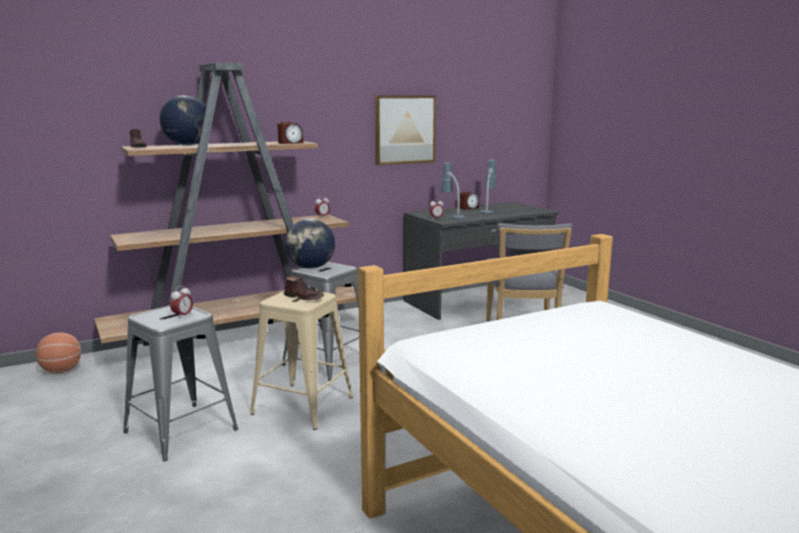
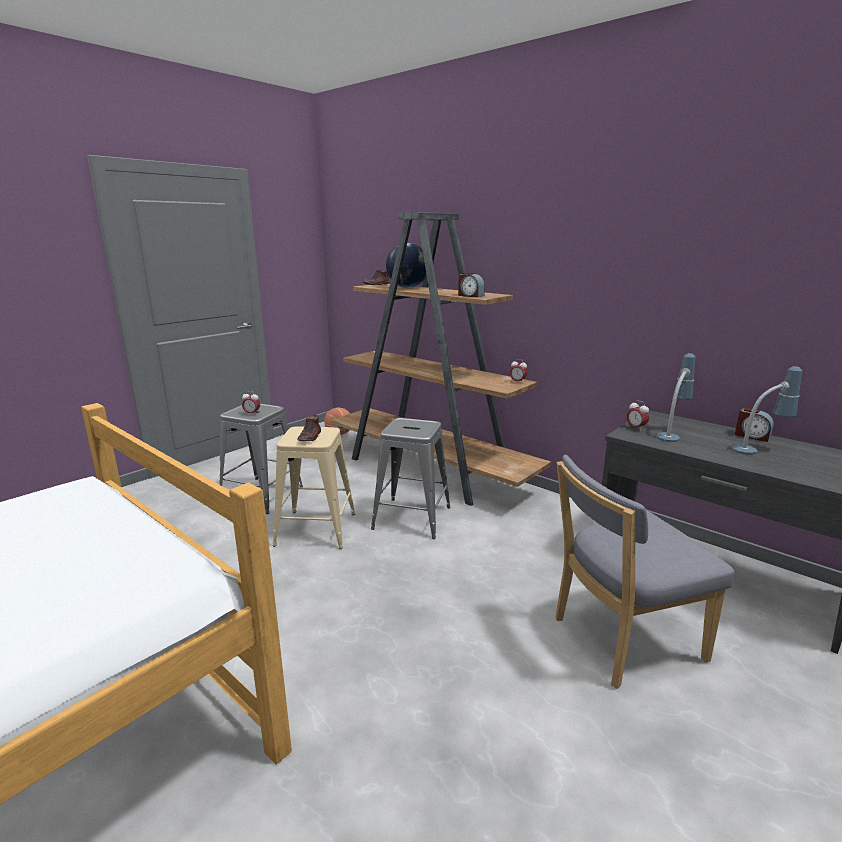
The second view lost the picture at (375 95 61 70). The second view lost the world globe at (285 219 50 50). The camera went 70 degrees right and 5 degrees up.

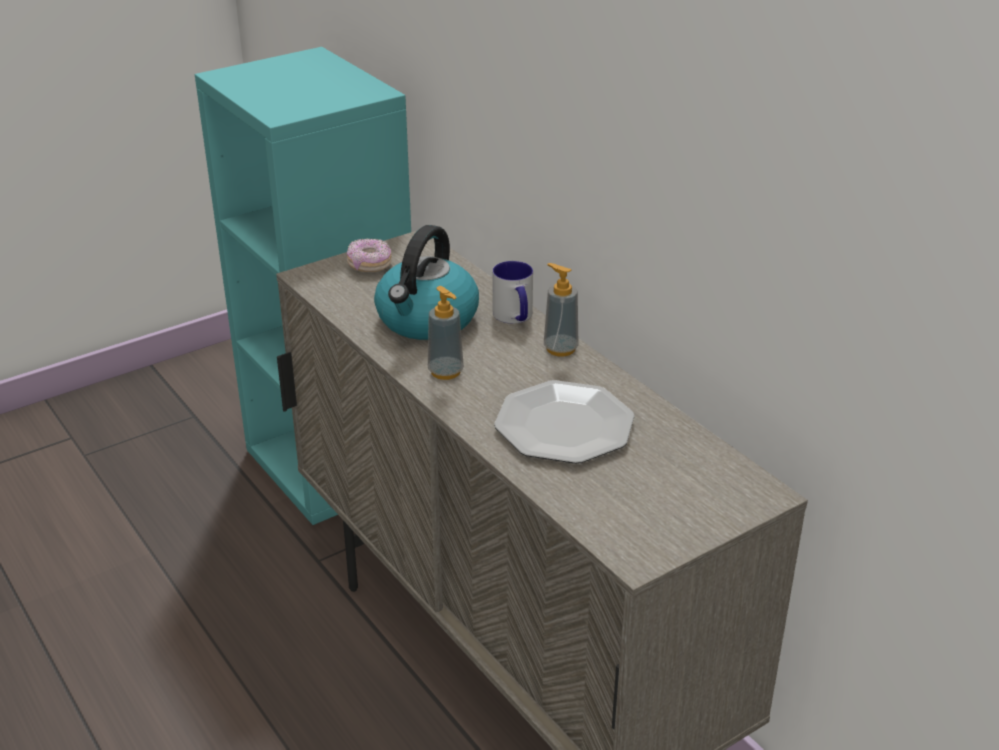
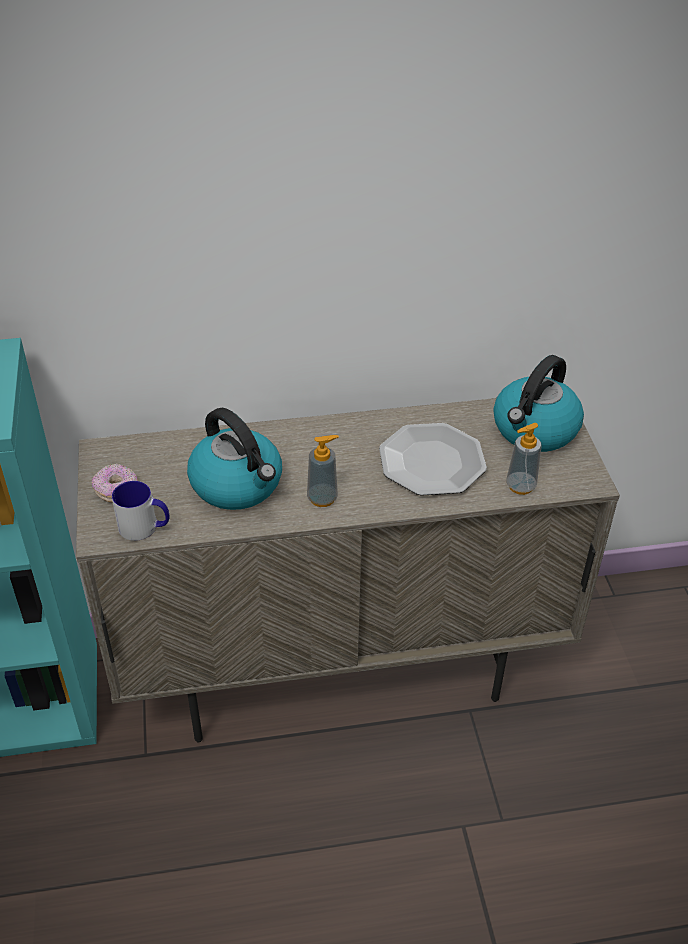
The coffee mug ended up elsewhere, having gone from (492 261 41 63) to (112 481 58 60). The soap dispenser ended up elsewhere, having gone from (544 263 35 94) to (507 423 35 72). The second view gained the water kettle at (493 355 91 97). The camera went 65 degrees left and 10 degrees up.

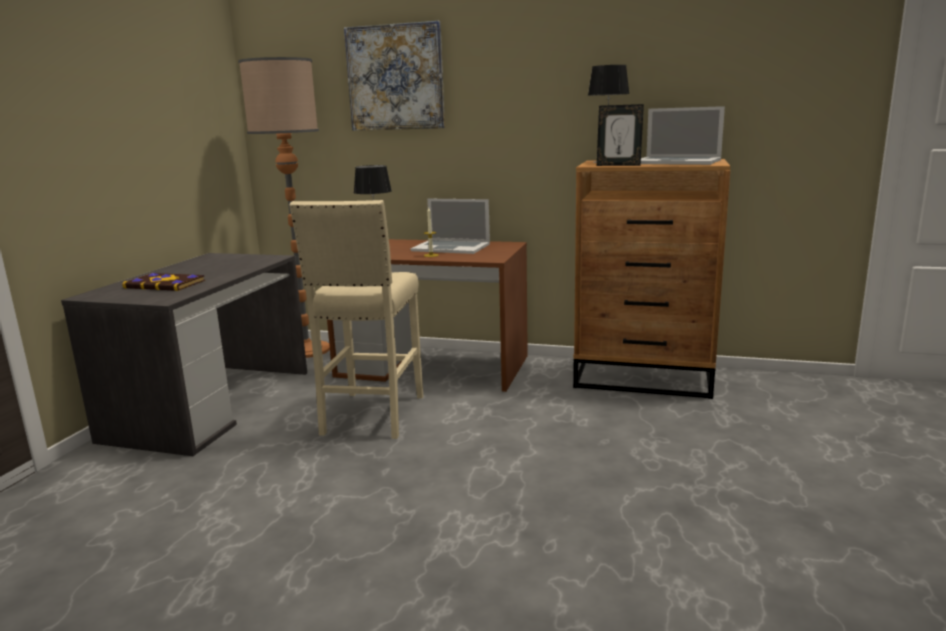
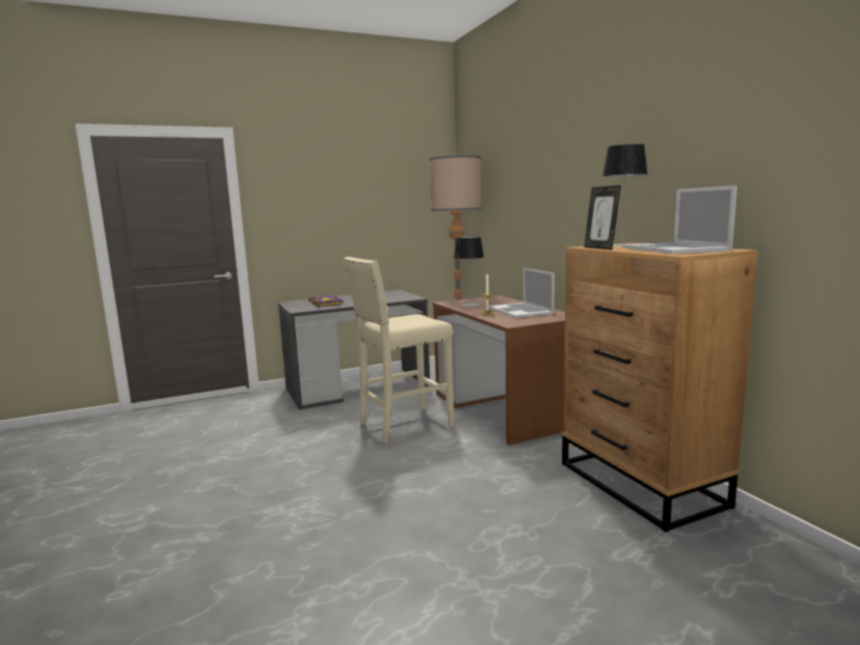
The second view lost the picture at (344 21 101 110). The camera went 50 degrees right and 5 degrees down.

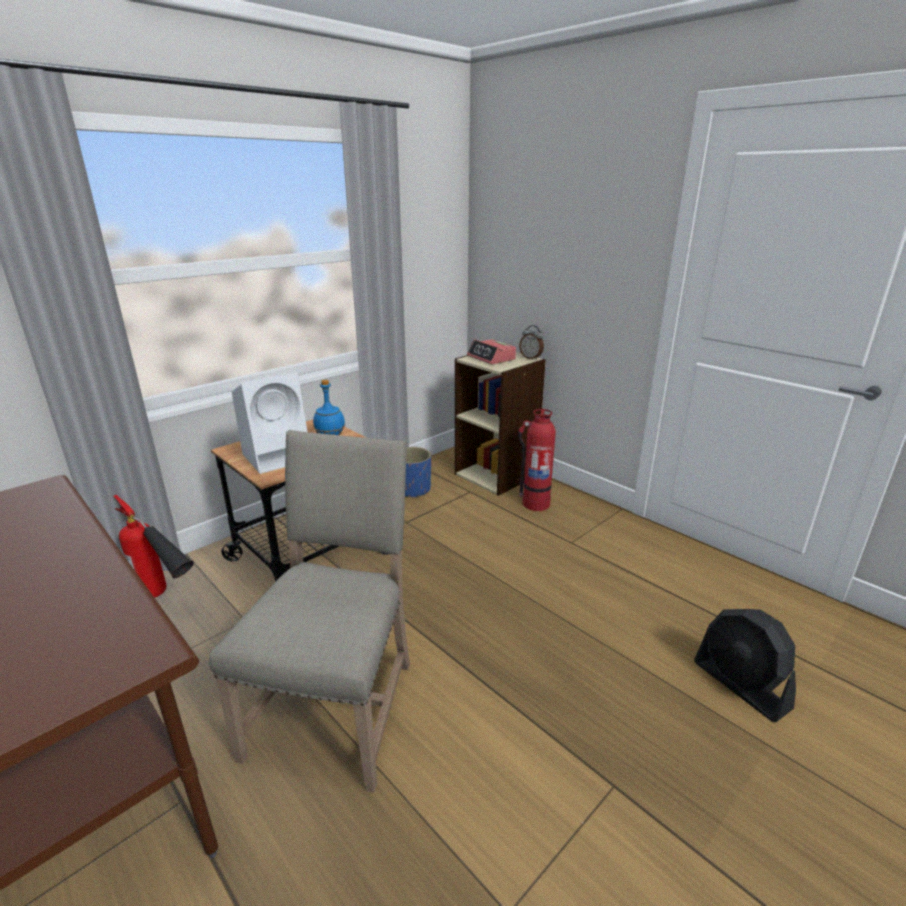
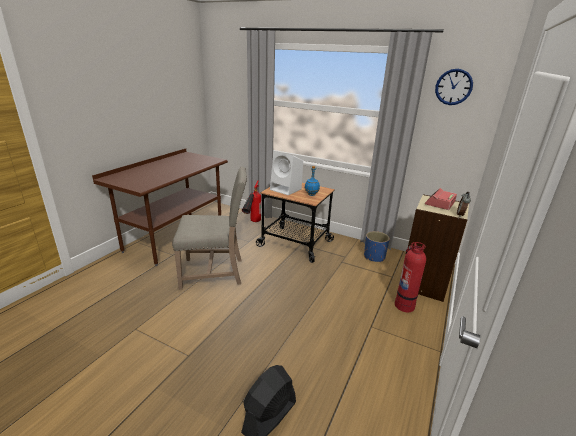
The second view gained the clock on the wall at (435 69 38 36). The camera went 70 degrees right and 0 degrees up.

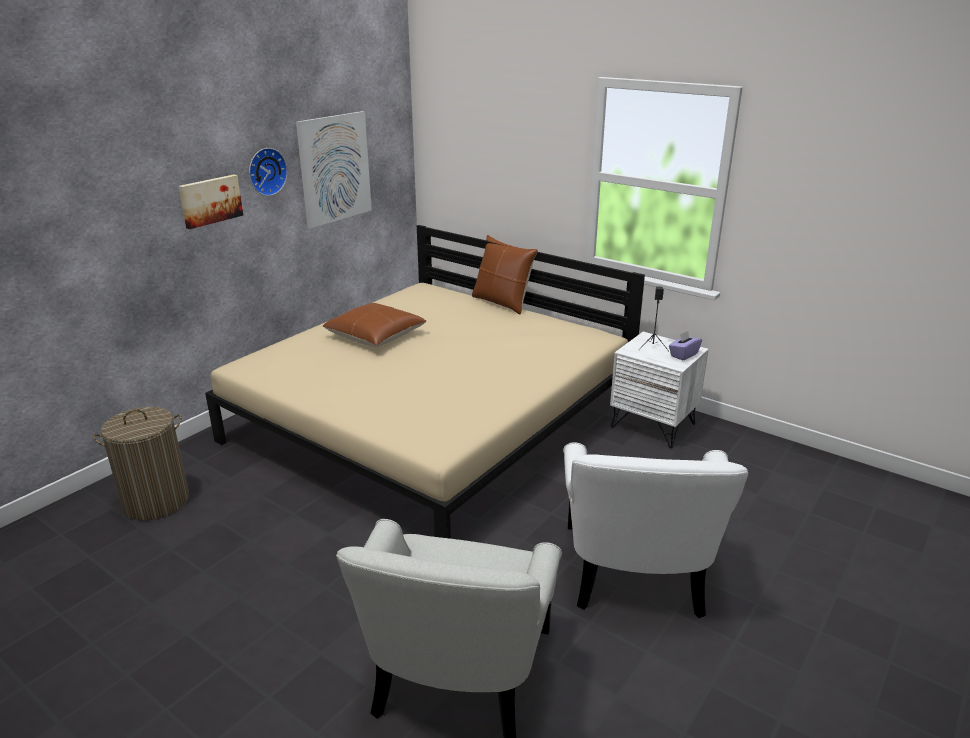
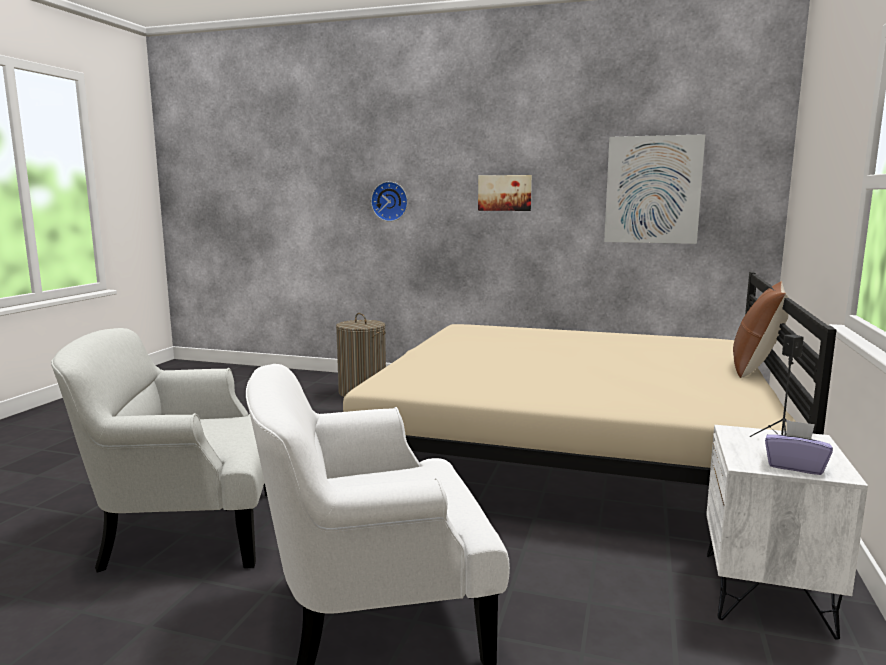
The clock on the wall ended up elsewhere, having gone from (249 148 39 48) to (371 181 37 41). The second view lost the brown pillow at (323 303 103 44). The camera went 70 degrees right and 15 degrees down.

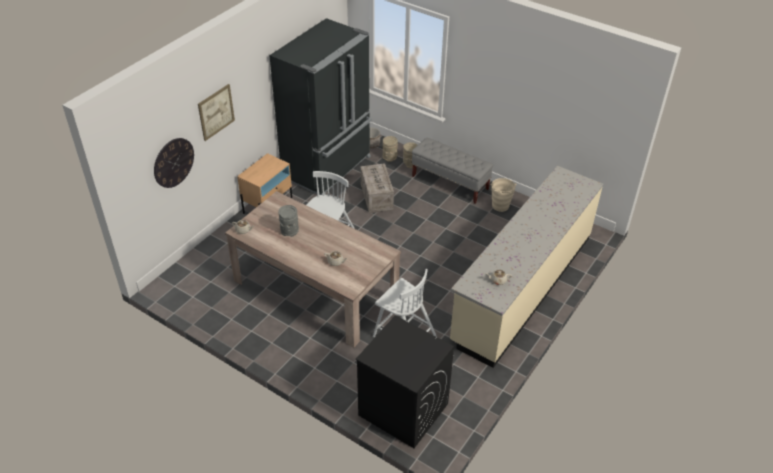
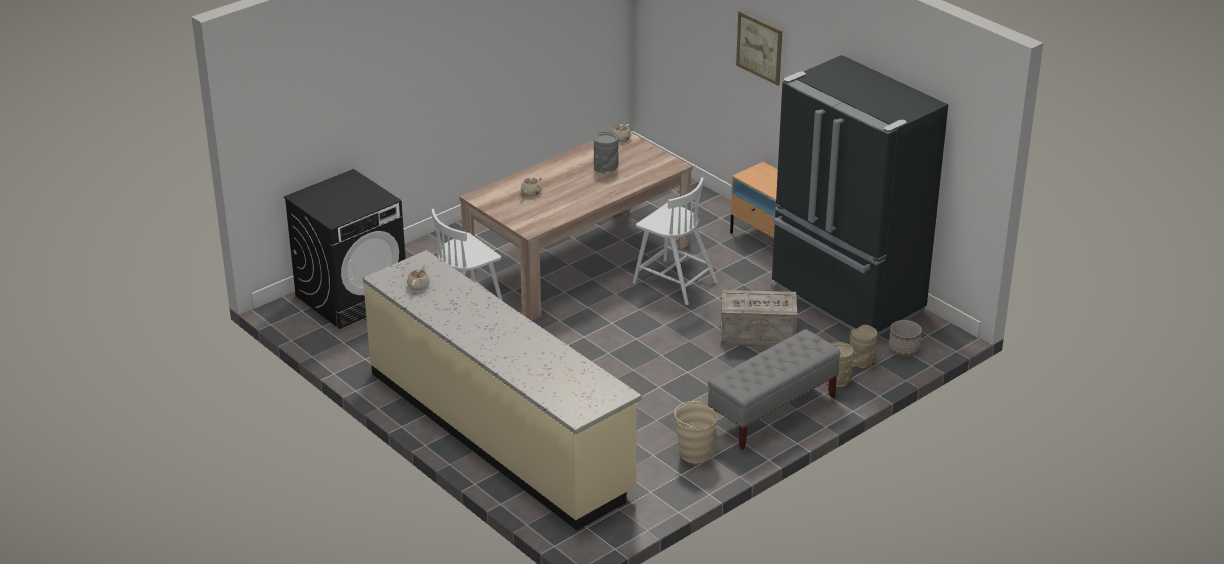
The second view lost the clock on the wall at (154 138 40 50). The camera went 105 degrees right and 10 degrees down.

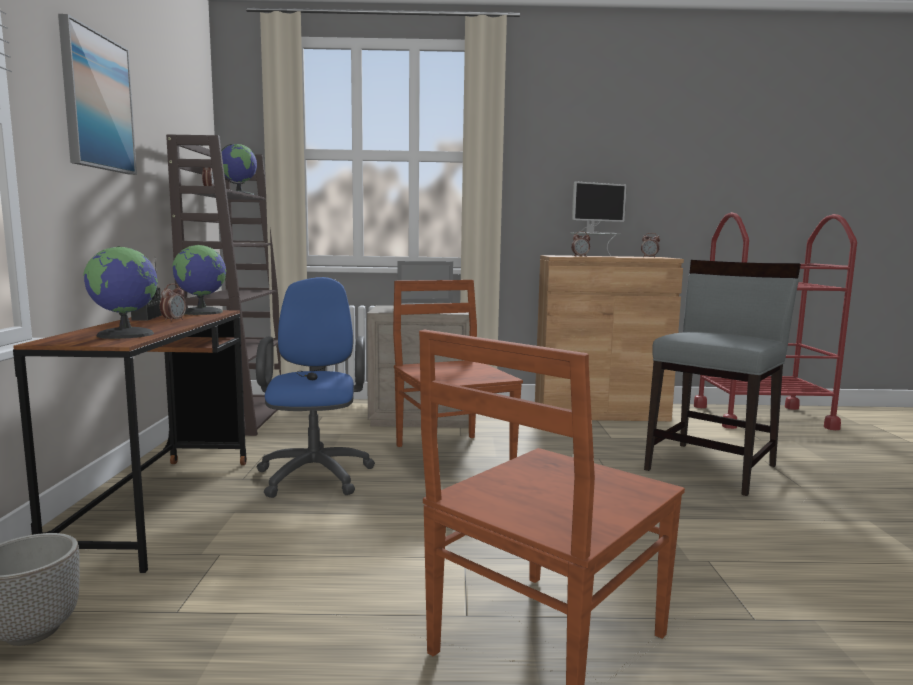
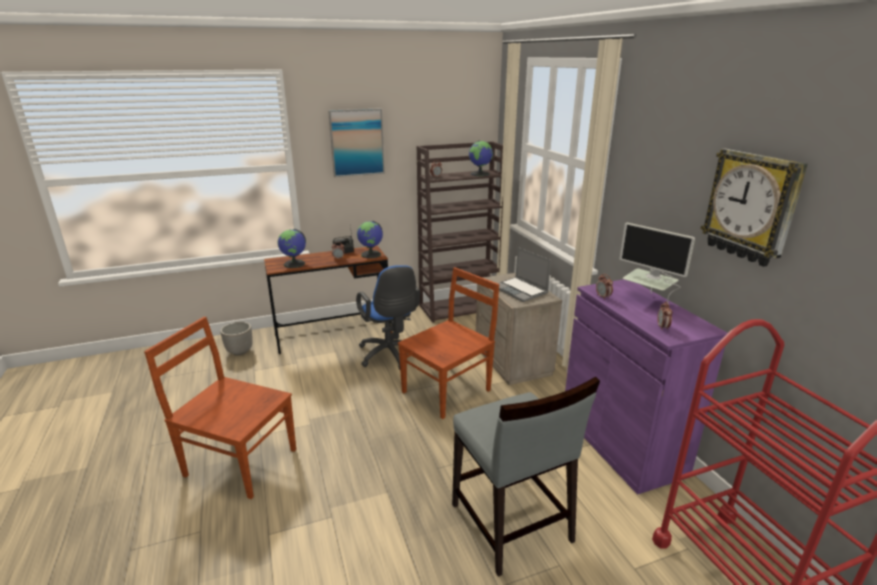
What was the brown cupboard at (535 255 149 166) turned into the purplish cupboard at (565 279 163 216). The gray chair at (644 260 157 236) ended up facing another way, 45 degrees clockwise from before. The blue computer chair at (256 277 119 221) ended up facing another way, 90 degrees clockwise from before. The second view gained the clock on the wall at (701 149 107 118). The camera went 70 degrees right and 15 degrees up.

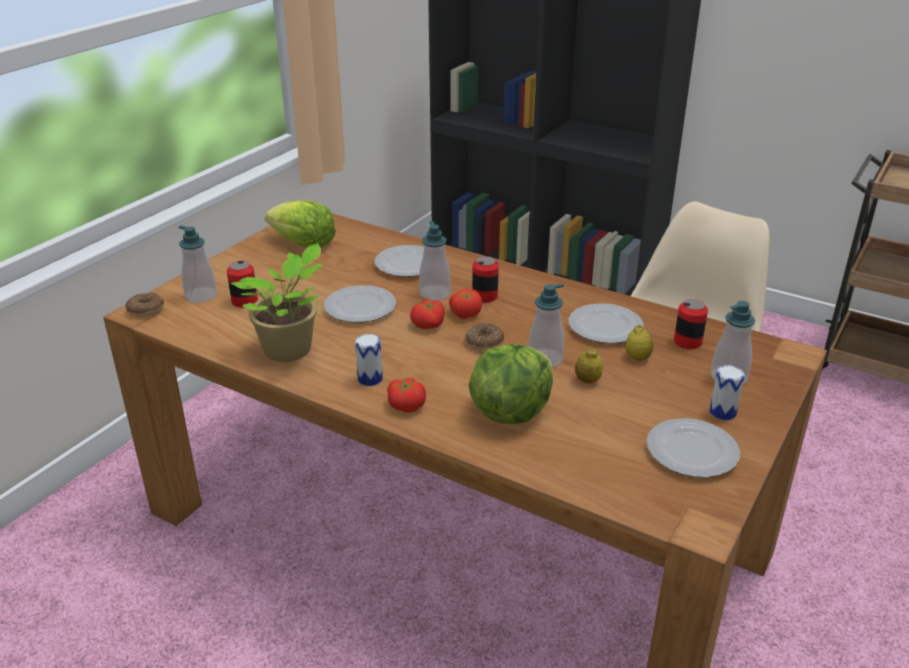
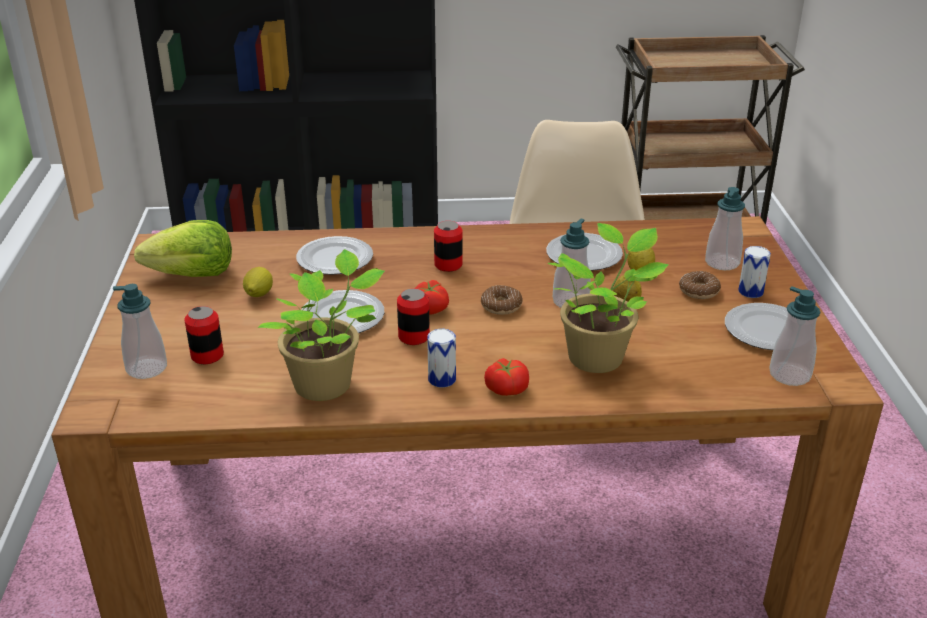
The soap dispenser ended up elsewhere, having gone from (419 221 32 80) to (769 286 51 100). The second view lost the fresh tomato at (449 289 33 30). The ring doughnut ended up elsewhere, having gone from (125 292 39 25) to (679 271 42 28). The sealed can ended up elsewhere, having gone from (674 299 34 50) to (397 288 33 57). Where the lettuce head stood at (469 344 84 80), the potted plant came to stand at (547 223 122 150). The second view gained the citrus fruit at (243 267 30 30). The camera went 35 degrees left and 0 degrees up.

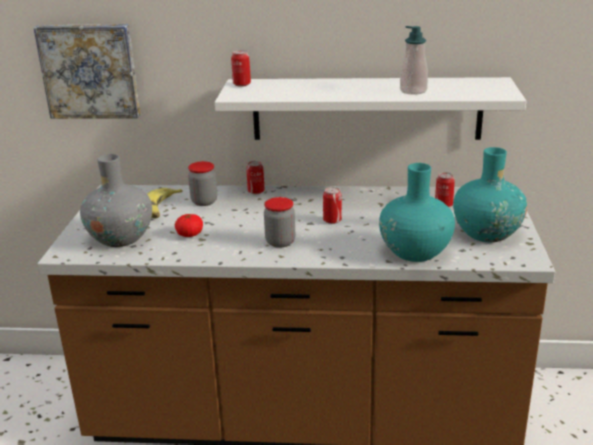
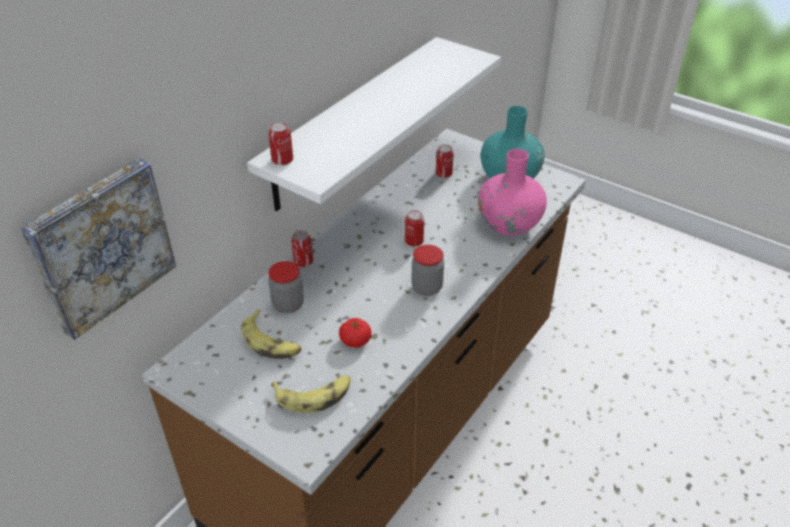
The second view lost the soap dispenser at (400 26 28 69). Where the gray decorative vase stood at (80 154 72 93), the banana fruit came to stand at (271 375 80 38). What was the turquoise-coloured decorative vase at (379 163 76 99) turned into the pink-coloured decorative vase at (478 149 69 87). The camera went 60 degrees left and 15 degrees up.

